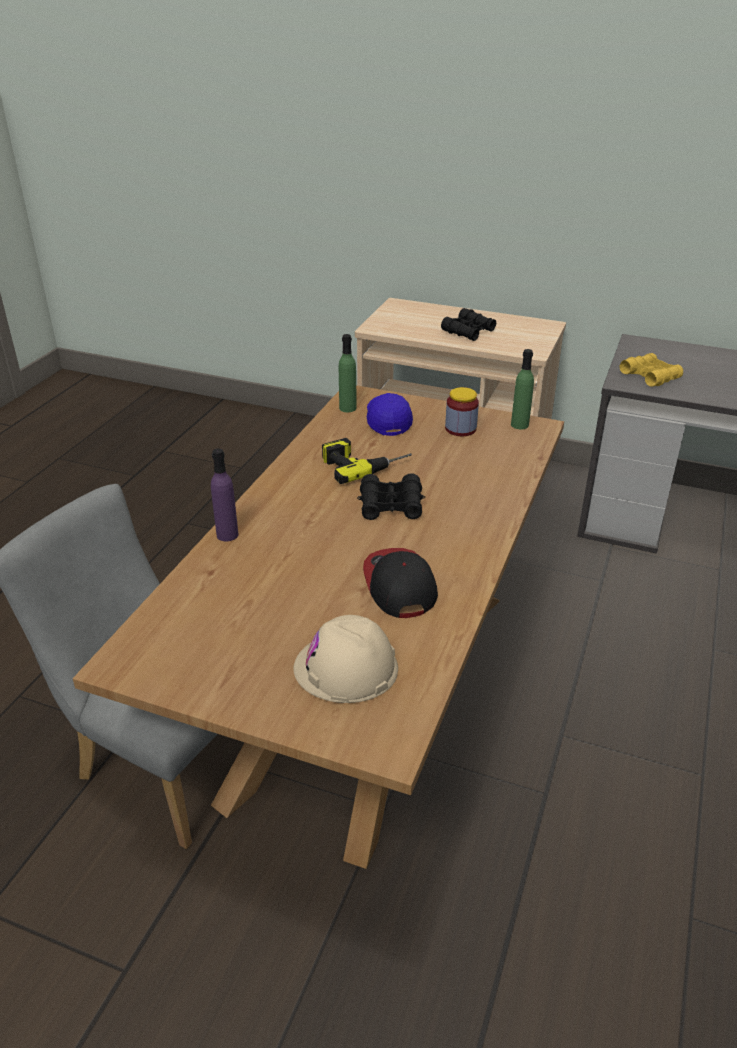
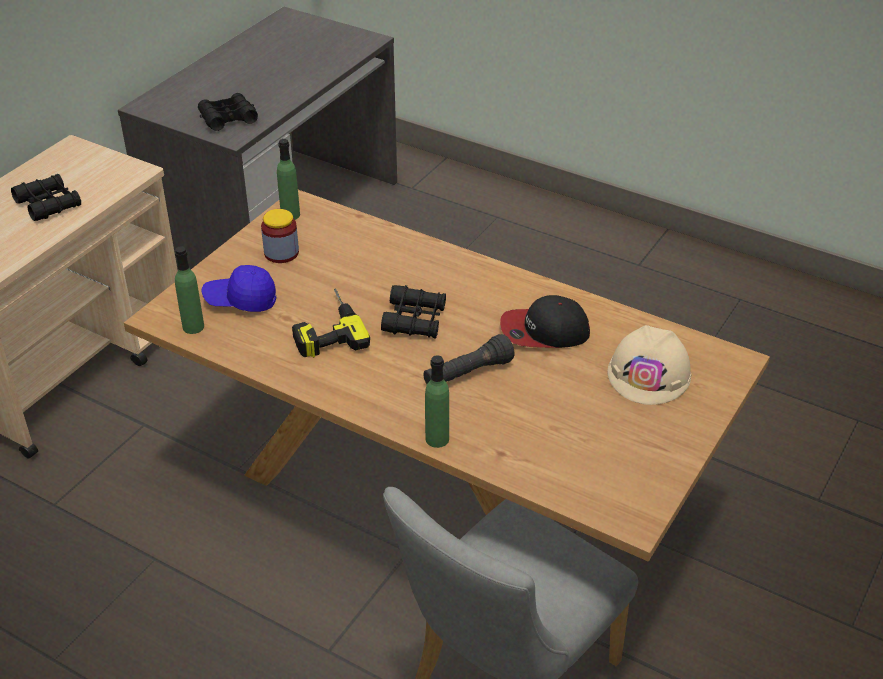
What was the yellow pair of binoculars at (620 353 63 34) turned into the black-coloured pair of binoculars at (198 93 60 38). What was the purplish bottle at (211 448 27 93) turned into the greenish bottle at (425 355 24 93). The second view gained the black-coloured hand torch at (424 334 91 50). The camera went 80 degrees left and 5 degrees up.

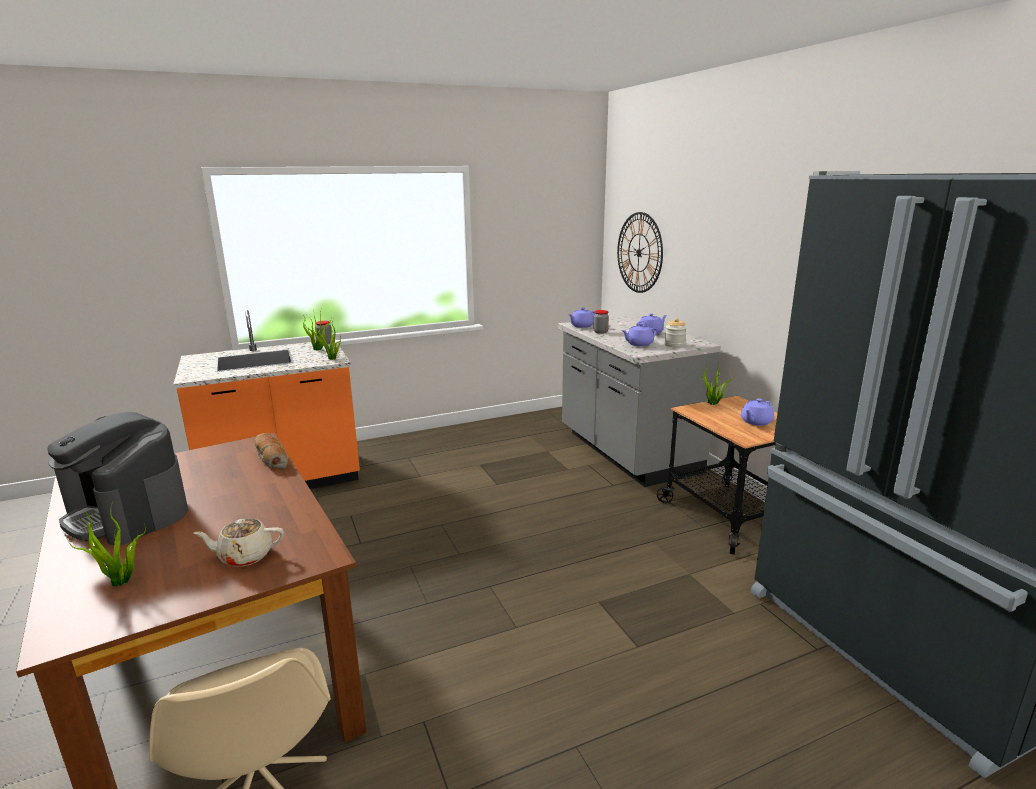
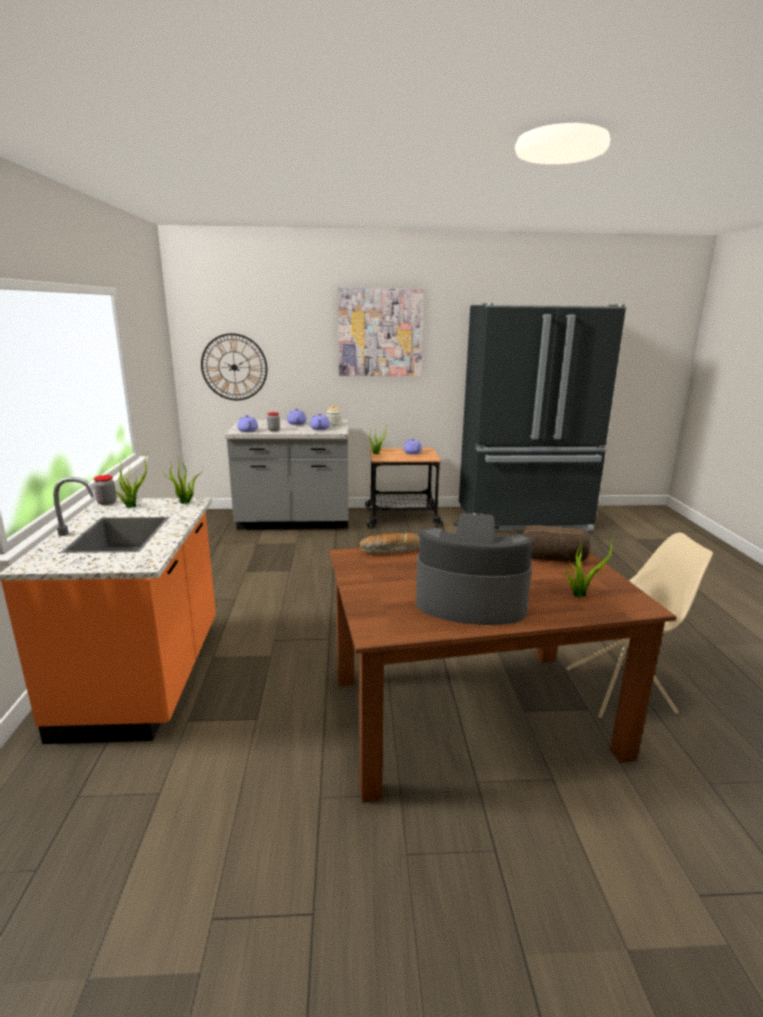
The coffee machine at (47 412 141 133) ended up facing another way, 135 degrees counterclockwise from before. Where the beige tea pot stood at (194 519 90 48), the bread came to stand at (523 526 67 36). The second view gained the picture at (338 287 86 89). The camera went 70 degrees left and 0 degrees up.

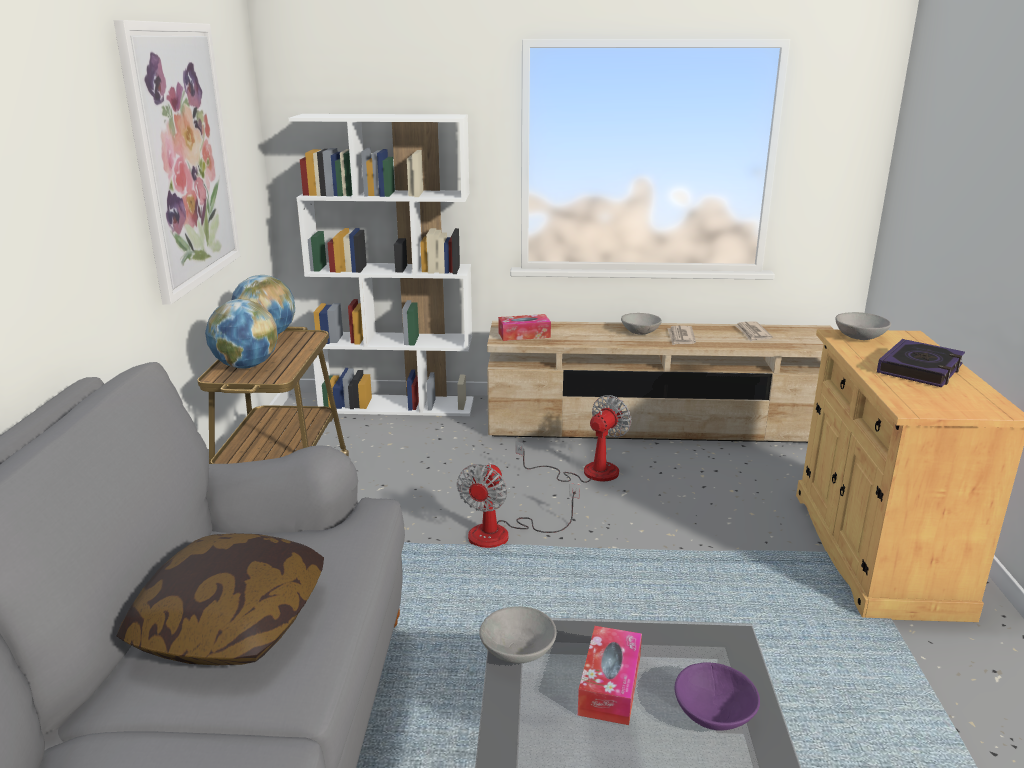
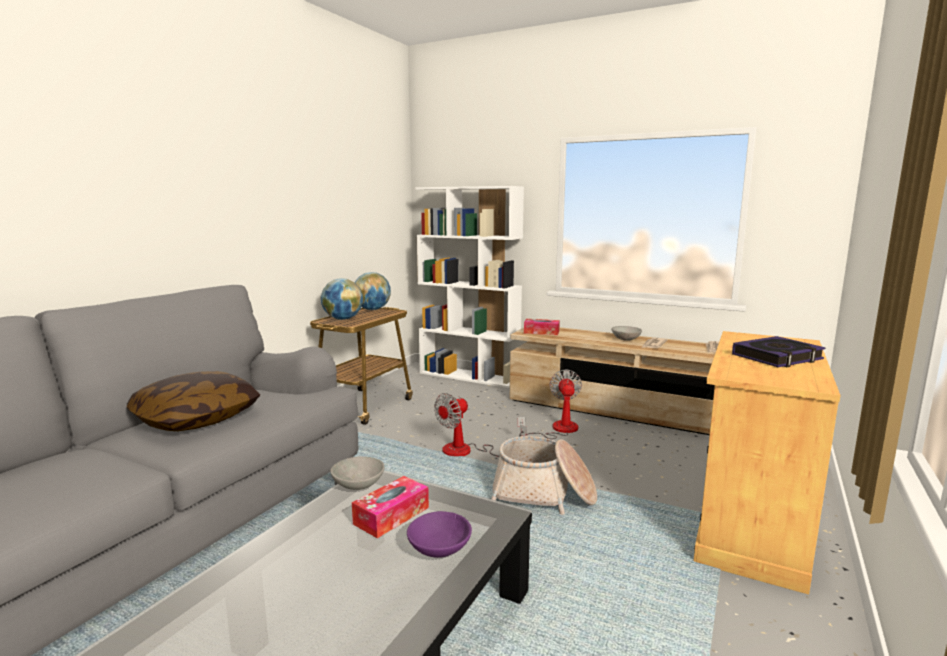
The second view lost the picture at (114 20 126 285). The second view lost the gray deep dish at (836 312 55 28). The cooling fan at (516 395 115 88) ended up facing another way, 60 degrees counterclockwise from before. The second view gained the household basket at (491 436 106 79). The camera went 25 degrees right and 10 degrees down.

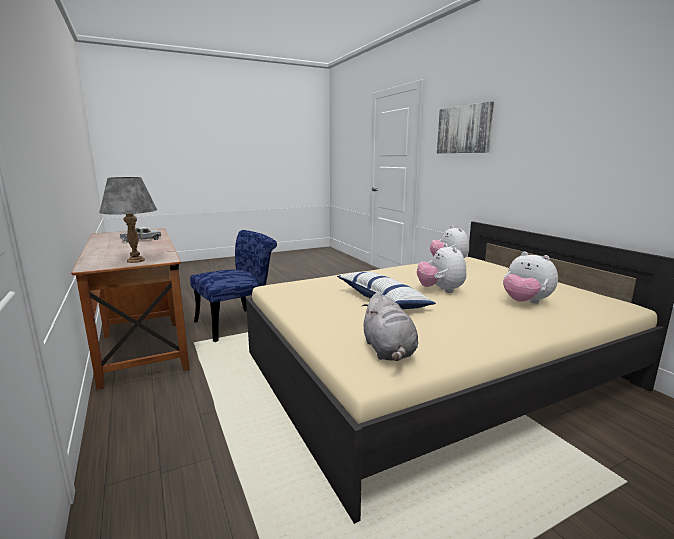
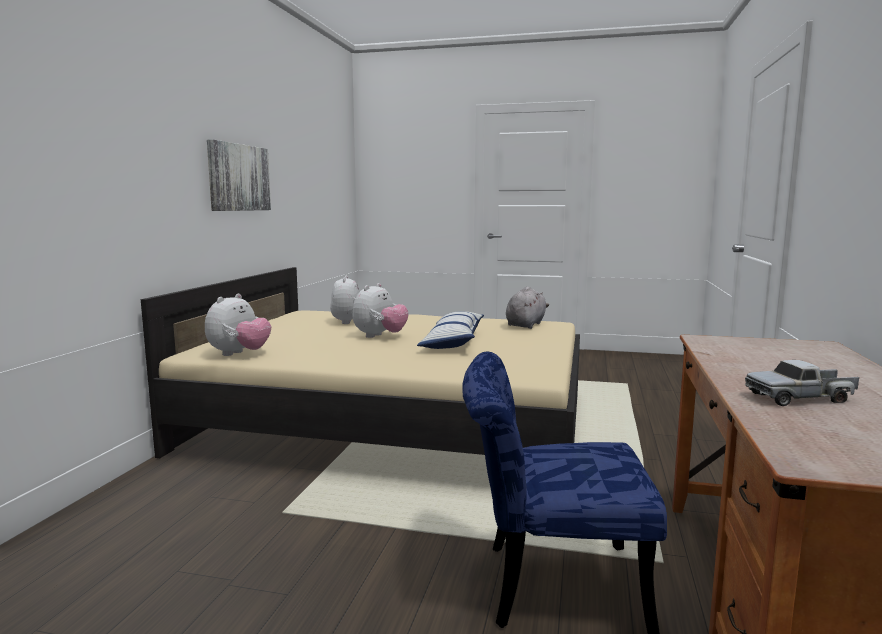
The picture ended up elsewhere, having gone from (437 101 57 52) to (207 139 64 72). The second view lost the gray table lamp at (99 177 58 86). The camera went 140 degrees left and 5 degrees down.

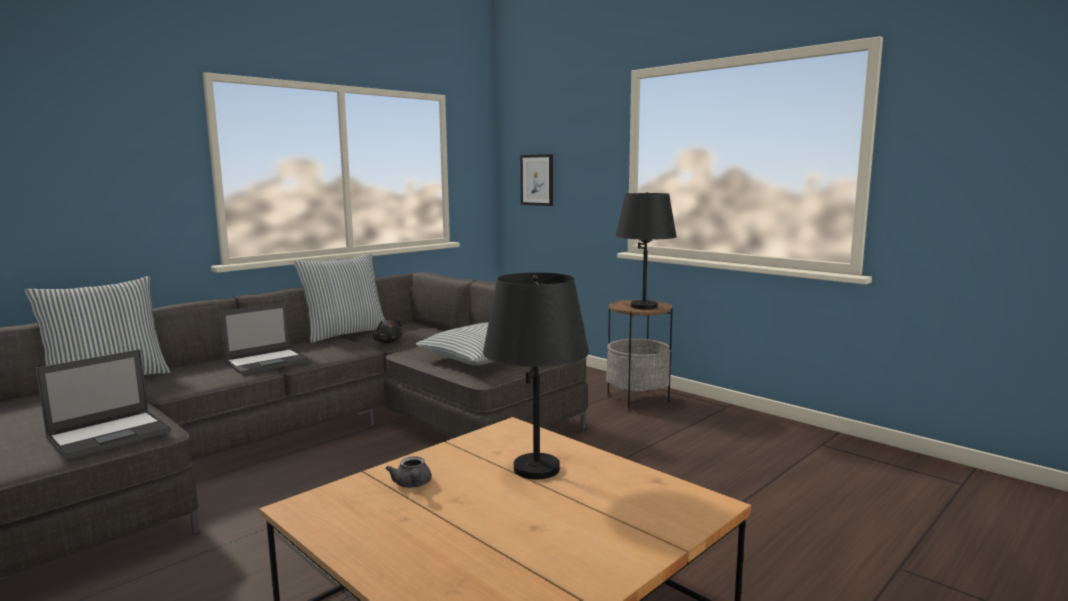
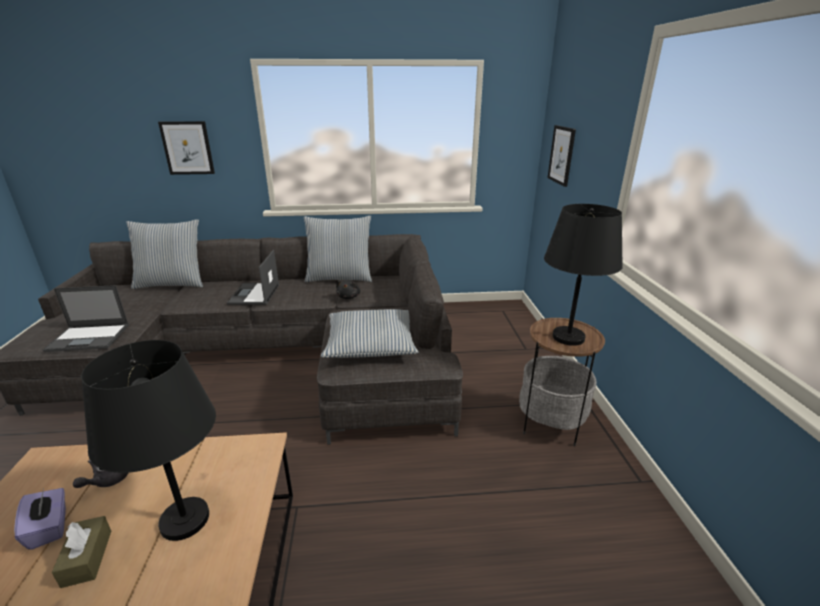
The notebook computer at (220 302 89 73) ended up facing another way, 90 degrees clockwise from before. The second view gained the picture at (158 121 57 54). The second view gained the purplish tissue box at (14 488 52 62). The second view gained the brown tissue box at (52 516 59 72). The camera went 40 degrees right and 15 degrees up.

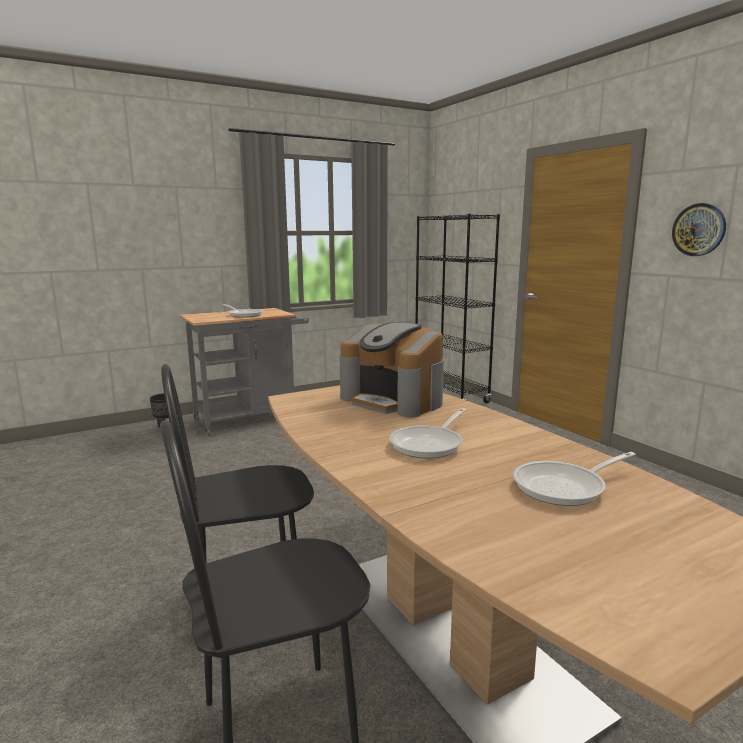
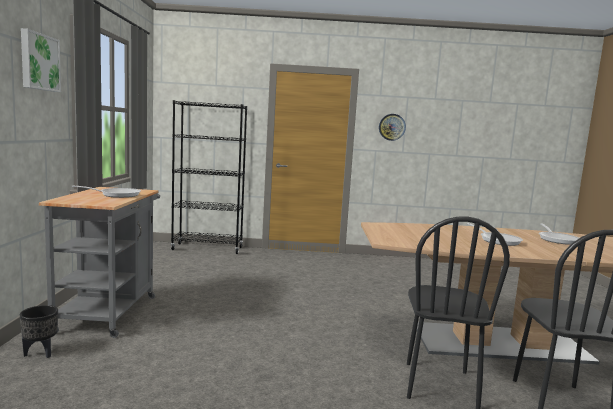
The second view lost the coffee machine at (340 322 104 95). The second view gained the picture at (21 28 40 64). The camera went 60 degrees left and 5 degrees down.

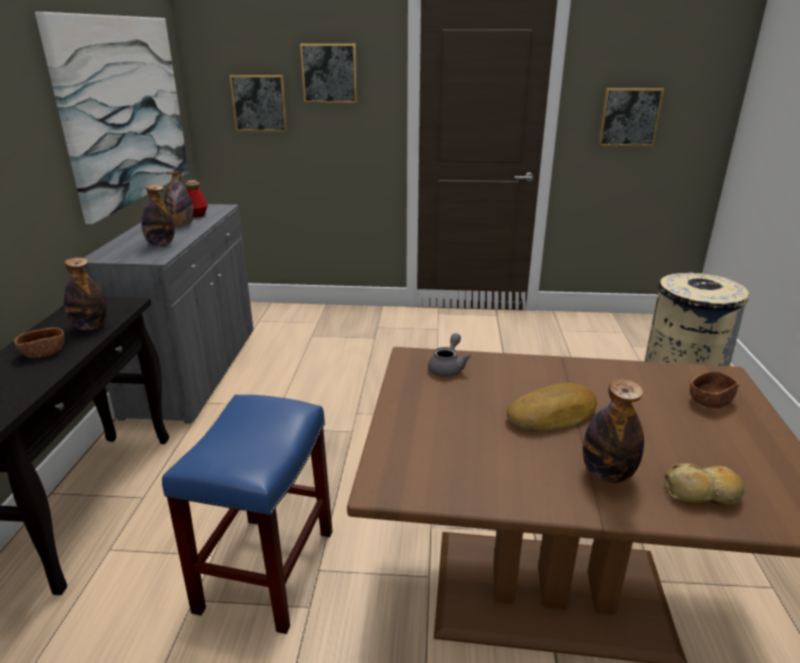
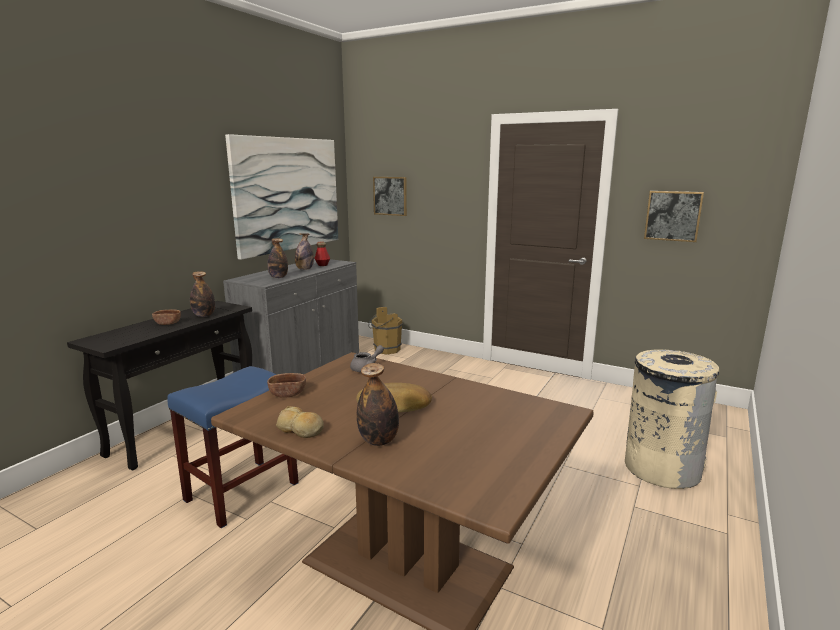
The second view lost the picture at (300 44 57 59). The brown deep dish ended up elsewhere, having gone from (690 371 49 37) to (267 373 39 25). The bread ended up elsewhere, having gone from (665 463 80 43) to (276 406 48 32). The second view gained the brown bucket at (368 307 35 47). The camera went 25 degrees right and 10 degrees down.

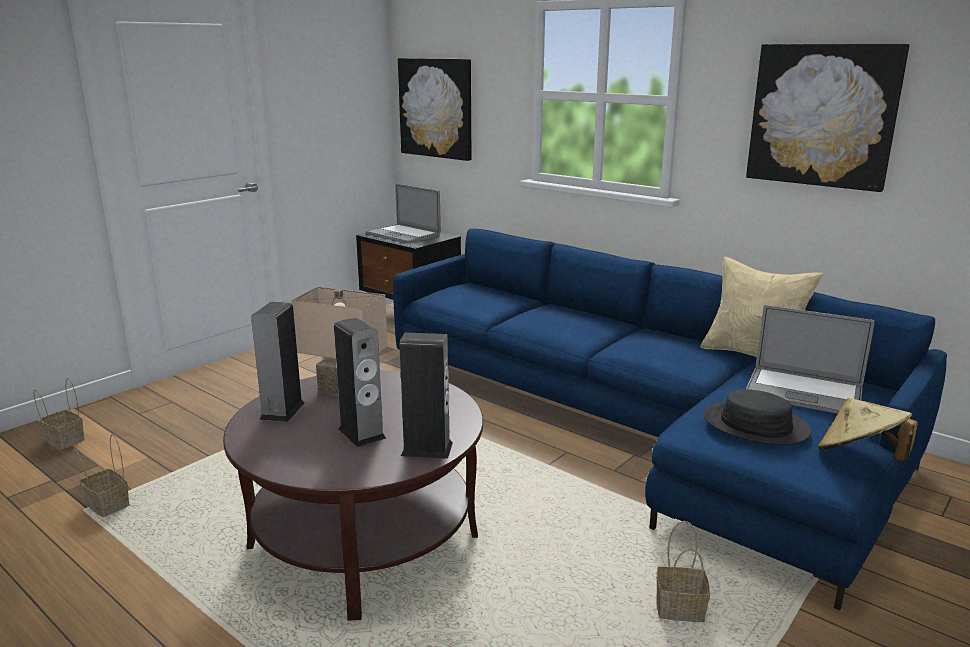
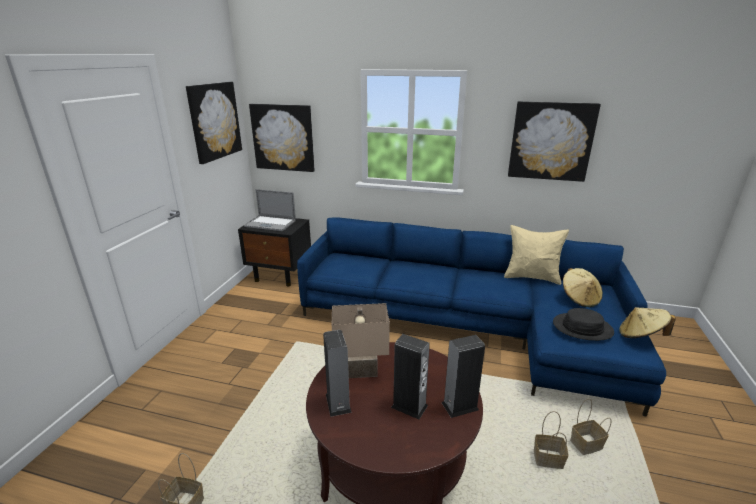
Where the notebook computer stood at (746 305 129 109), the beige hat came to stand at (563 268 40 39). The household basket ended up elsewhere, having gone from (33 378 52 71) to (534 411 35 58). The second view gained the picture at (186 82 56 82). The camera went 25 degrees left and 5 degrees up.

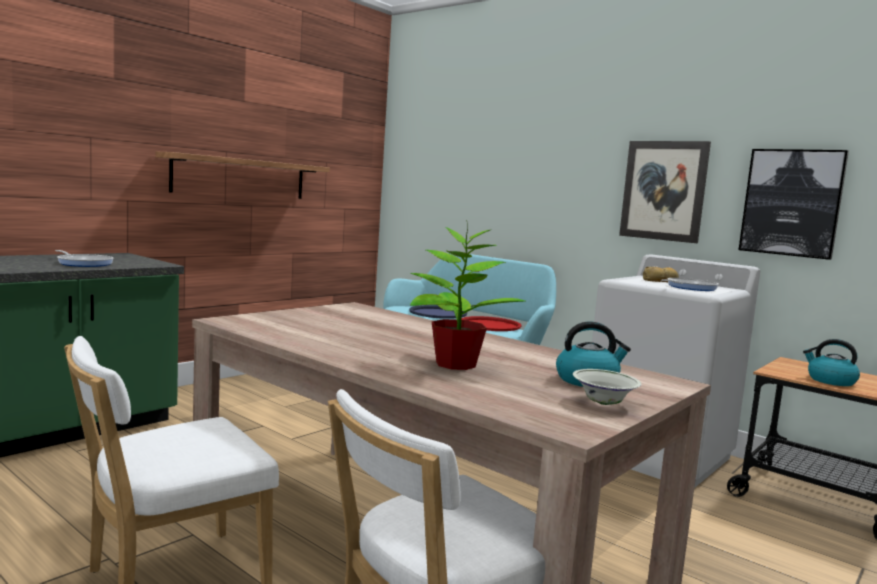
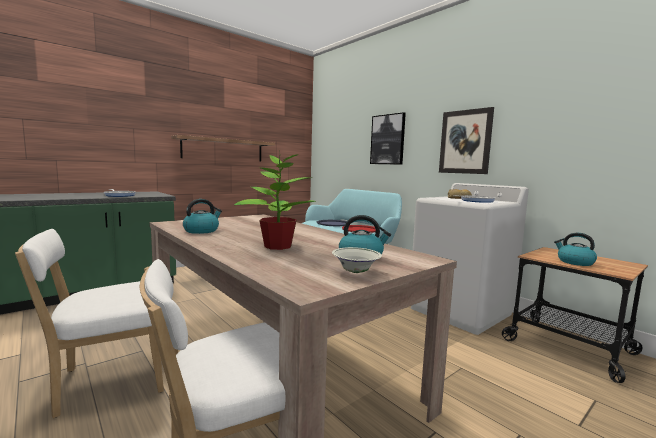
The picture ended up elsewhere, having gone from (739 149 110 111) to (370 112 36 53). The second view gained the water kettle at (183 199 39 35). The camera went 10 degrees right and 0 degrees up.

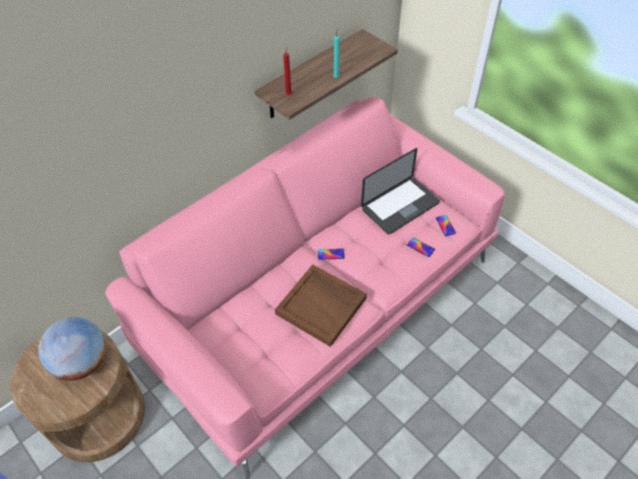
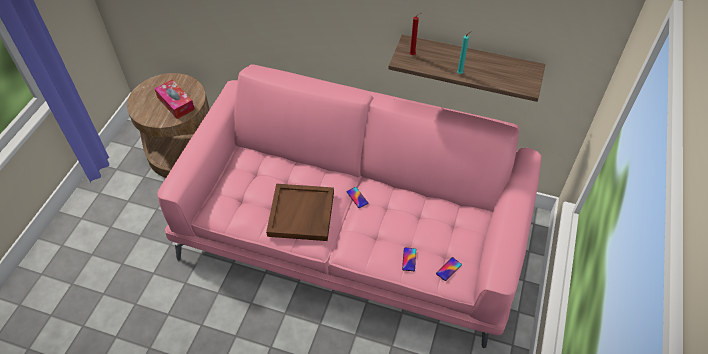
The second view lost the notebook computer at (361 148 79 86). Where the world globe stood at (38 317 68 64), the tissue box came to stand at (154 80 41 39). The camera went 60 degrees right and 0 degrees up.

